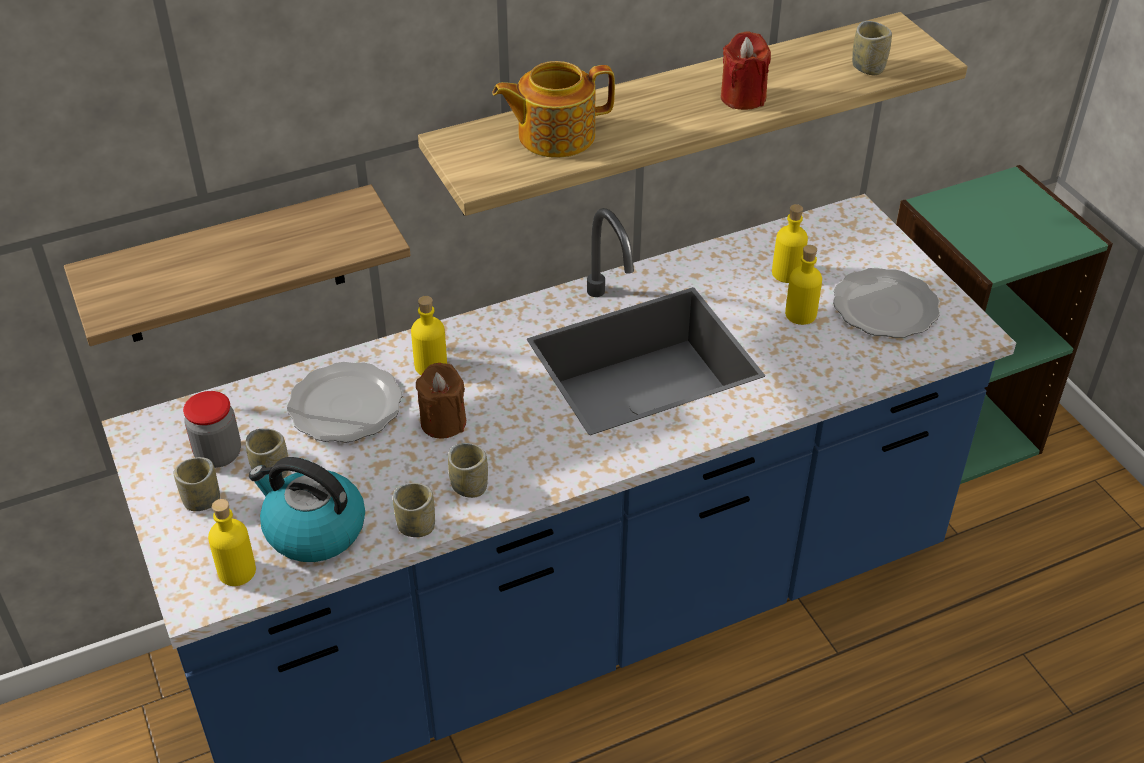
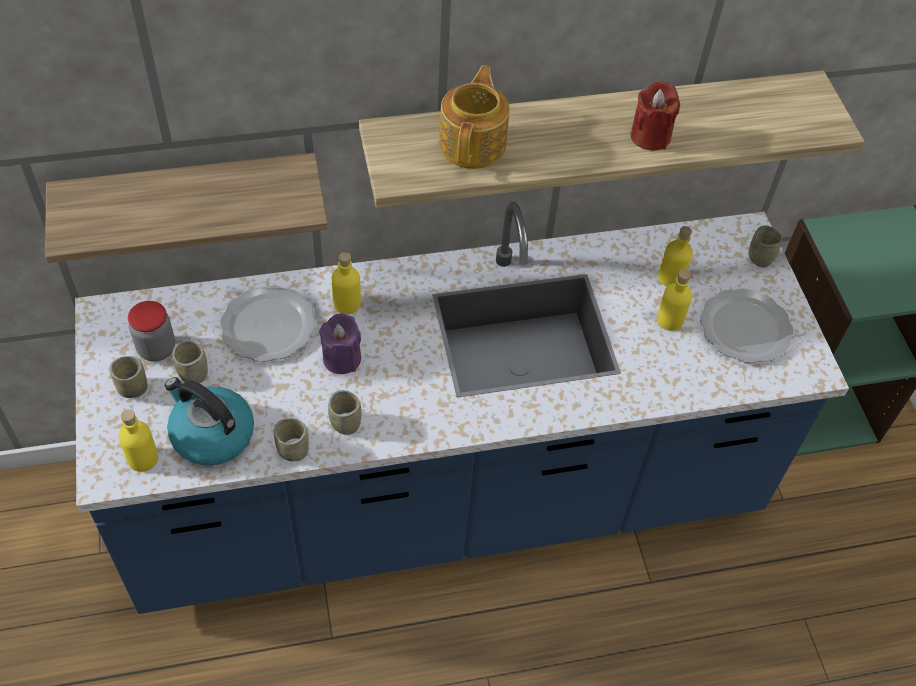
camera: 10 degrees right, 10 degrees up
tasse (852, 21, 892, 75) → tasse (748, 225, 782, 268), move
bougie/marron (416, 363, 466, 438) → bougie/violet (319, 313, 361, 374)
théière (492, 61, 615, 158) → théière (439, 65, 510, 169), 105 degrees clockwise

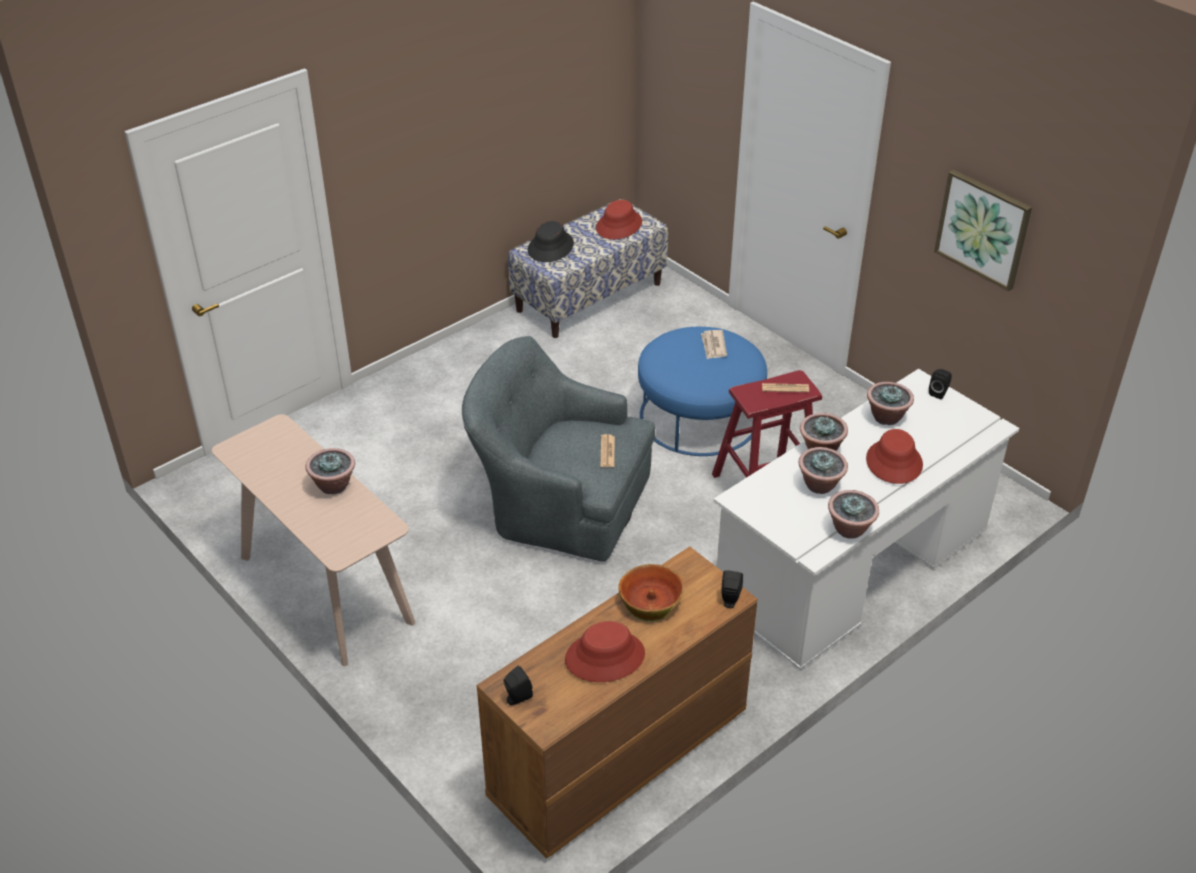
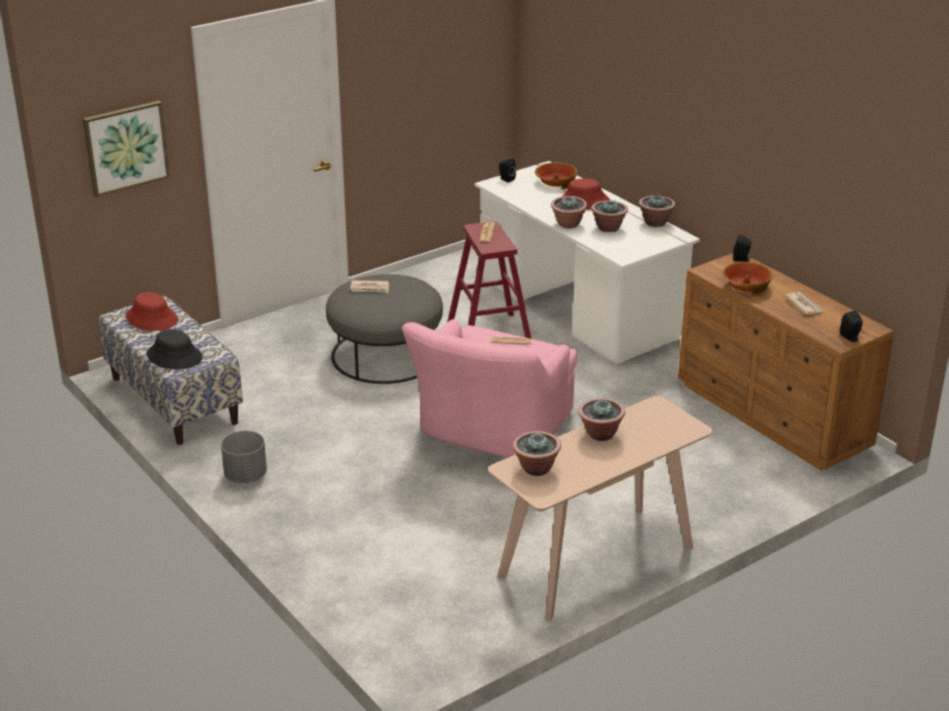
camera: 85 degrees left, 10 degrees down
- → cache-pot/gris (221, 431, 267, 483)
- → bol (535, 162, 577, 189)
plante en pot (867, 382, 914, 425) → plante en pot (513, 431, 561, 476), move
tableau (934, 170, 1032, 291) → tableau (83, 101, 170, 197), move
chapeau/rouge (565, 621, 645, 682) → journal (785, 292, 825, 315)
fauteuil/gris (462, 336, 655, 562) → fauteuil/rose (402, 319, 577, 457)
pouf/bleu (638, 327, 767, 456) → pouf/gris (326, 274, 443, 384)

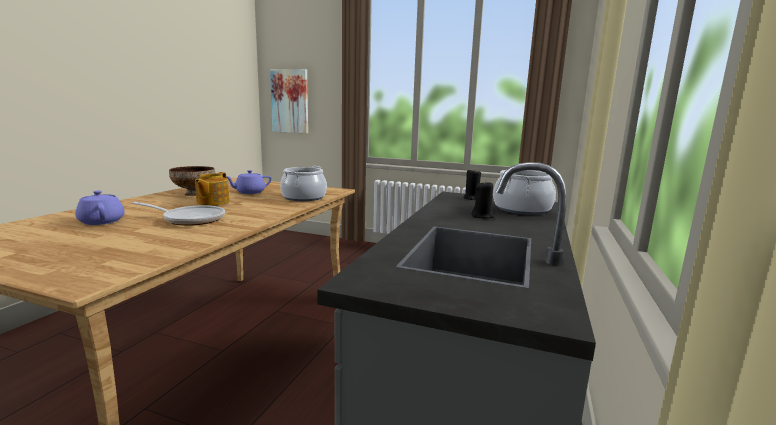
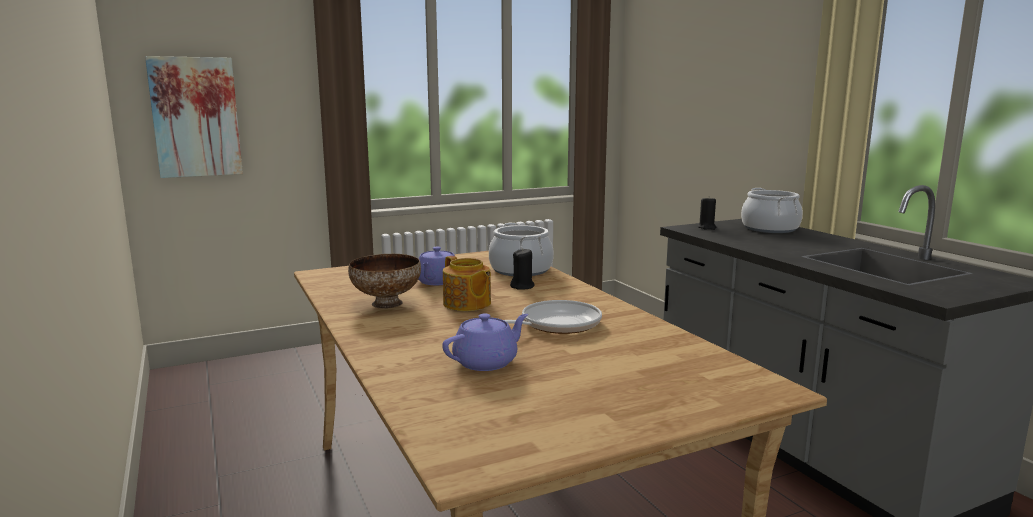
camera: 45 degrees left, 0 degrees up
bougie/noir (472, 181, 494, 218) → bougie/noir (510, 248, 535, 290), move
théière/violet (75, 191, 125, 225) → théière/violet (442, 314, 528, 371), 135 degrees clockwise

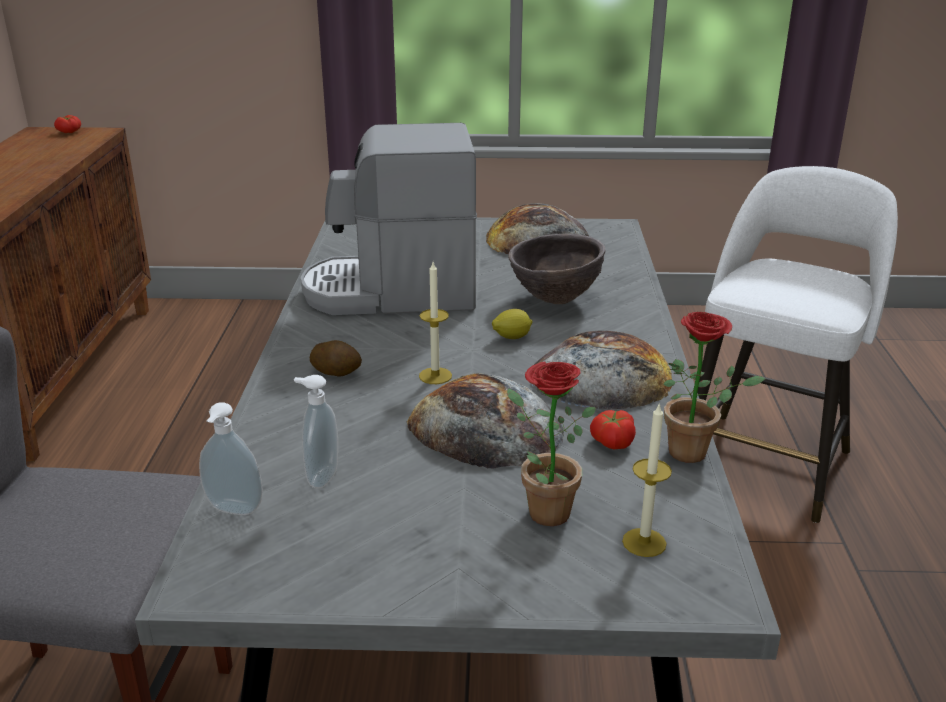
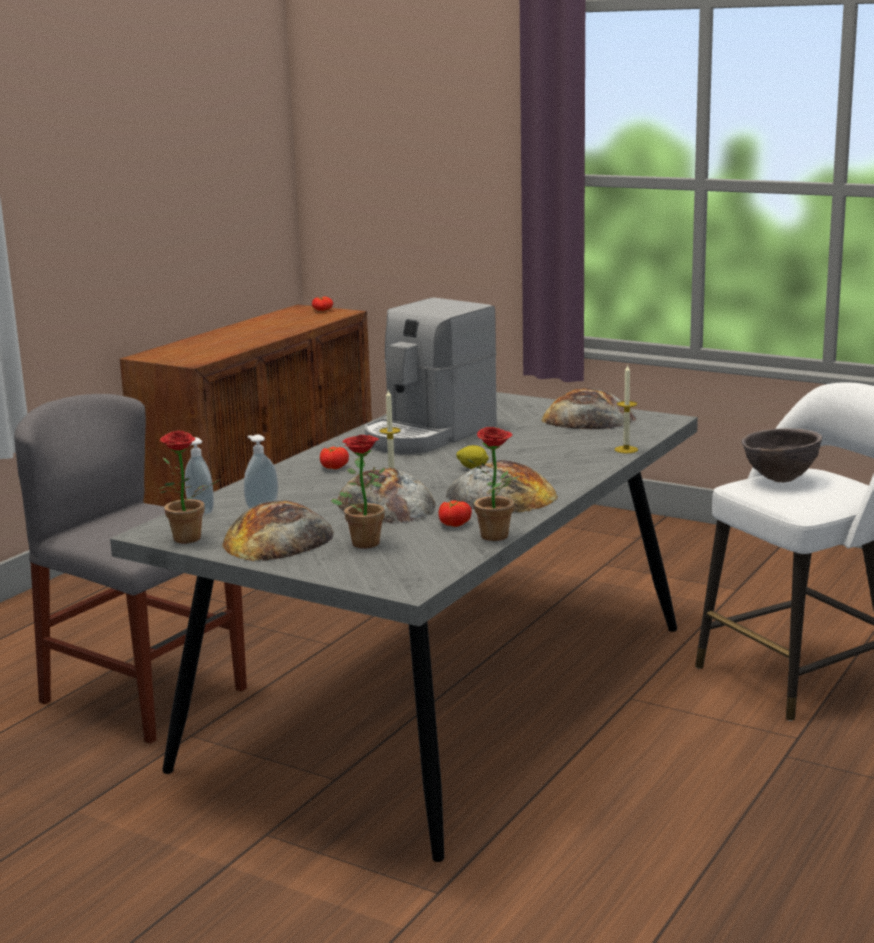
camera: 30 degrees right, 10 degrees down
- → plante en pot (158, 430, 221, 543)
- → pain (222, 500, 334, 561)
bol/marron (508, 233, 605, 304) → bol/marron (741, 428, 822, 483), move
bougie (622, 402, 672, 557) → bougie (615, 364, 638, 453), move
pomme de terre (310, 340, 362, 377) → tomate (320, 447, 349, 469)
machine à café (301, 123, 477, 315) → machine à café (365, 297, 497, 454), 75 degrees counterclockwise

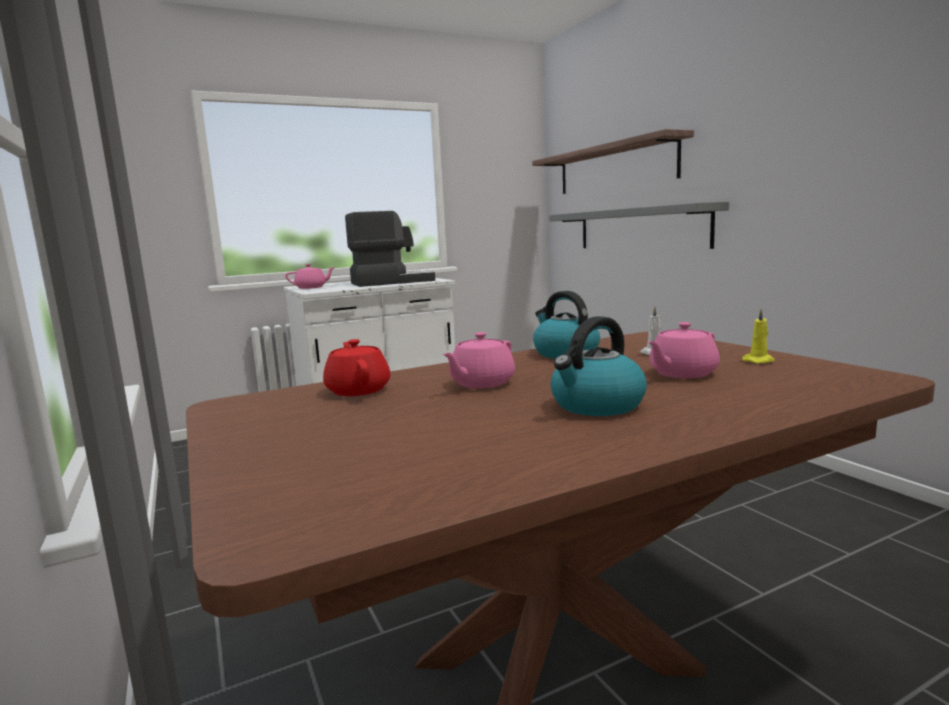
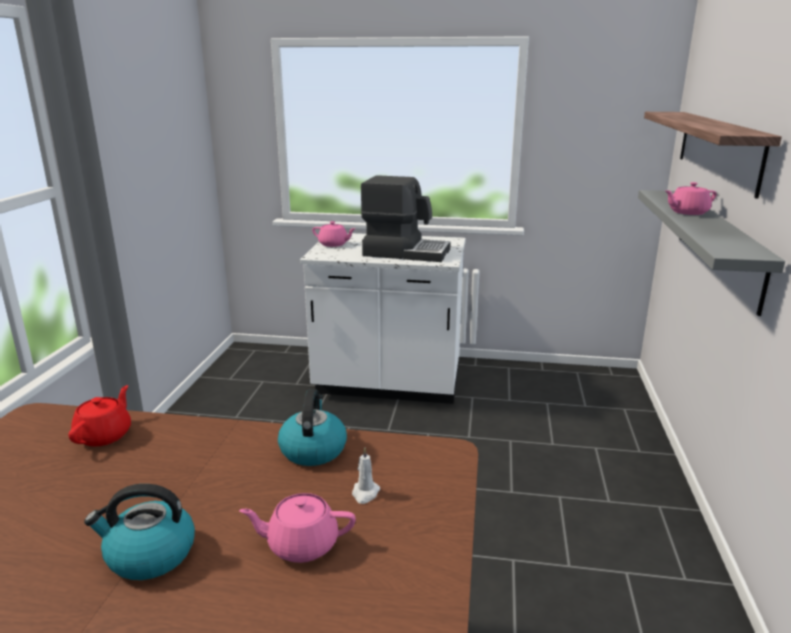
camera: 35 degrees right, 10 degrees up
bougie/jaune (742, 308, 775, 364) → -
théière/rose (443, 332, 515, 388) → théière/rose (665, 182, 717, 215), move

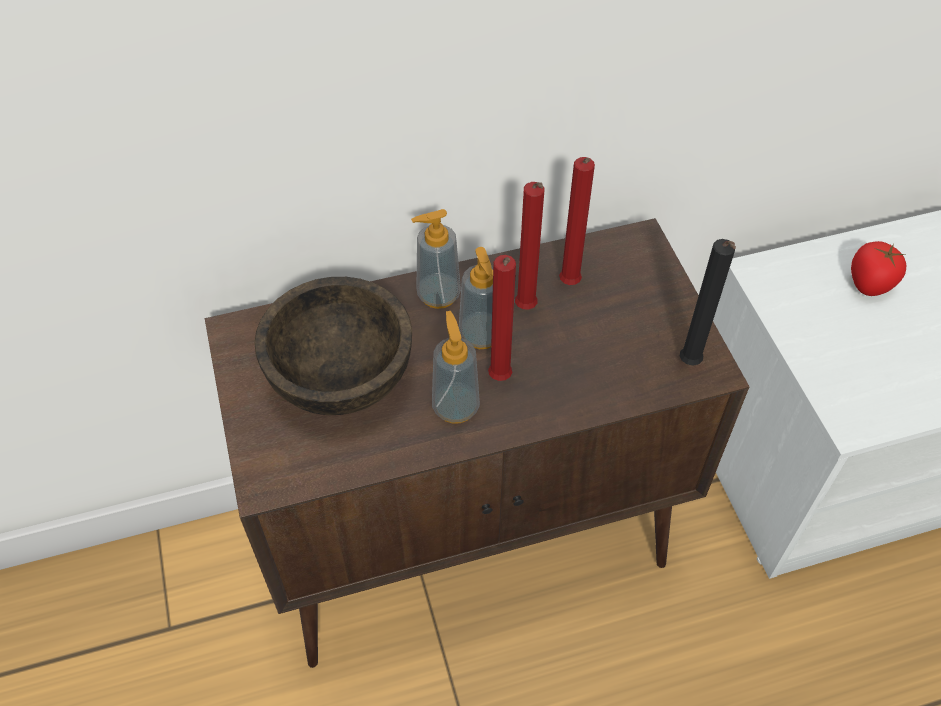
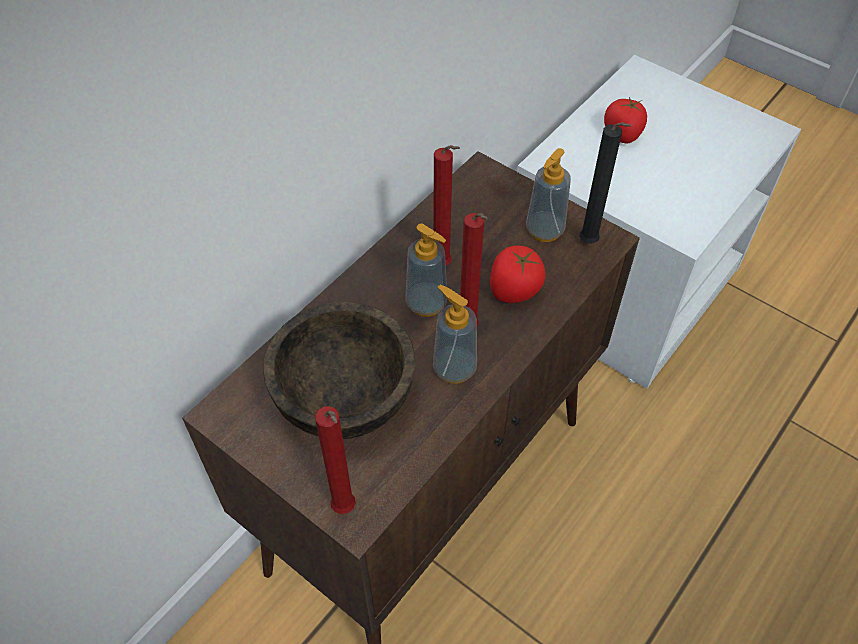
camera: 35 degrees left, 0 degrees up
- → tomate (490, 246, 546, 303)
distributeur de savon (411, 209, 461, 309) → distributeur de savon (526, 148, 571, 242), move
bougie/rouge (559, 157, 595, 285) → bougie/rouge (315, 406, 356, 514), move

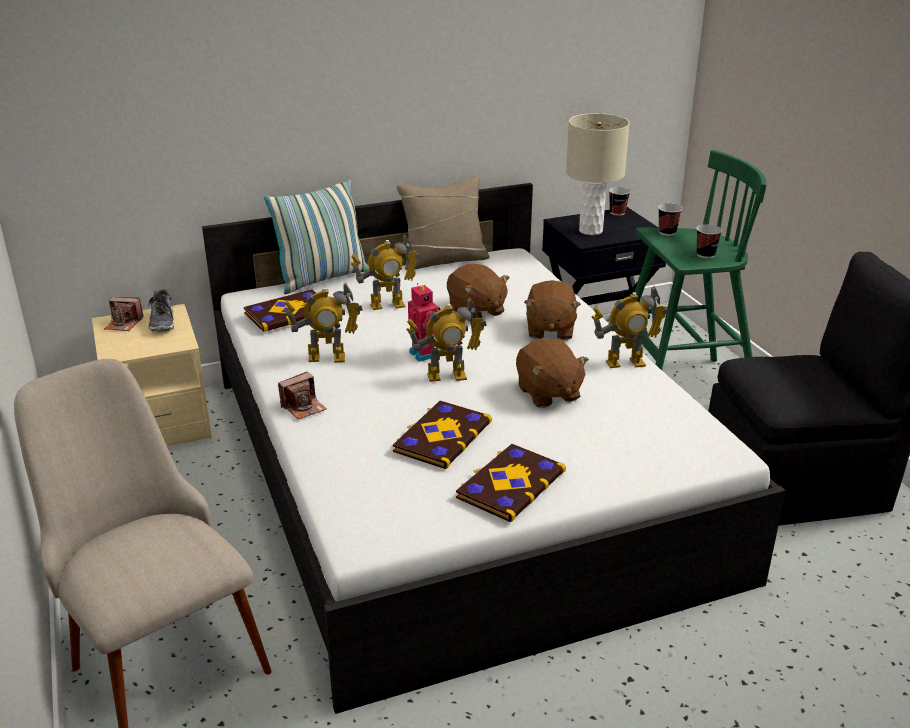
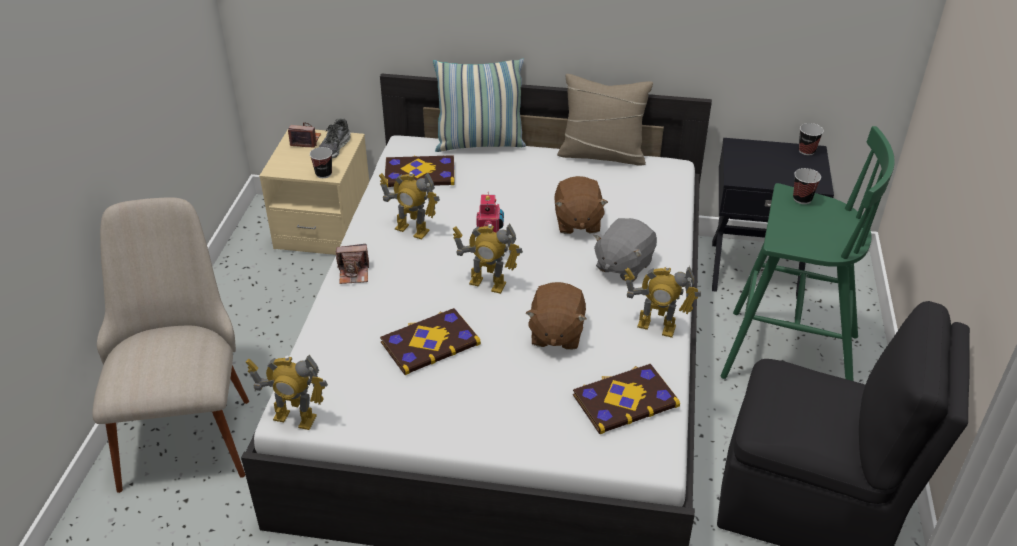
camera: 30 degrees right, 10 degrees up
lampe de table/beige (566, 113, 630, 235) → -
robot jouet (351, 234, 420, 310) → robot jouet (246, 355, 328, 430), move
livre (456, 444, 566, 522) → livre (573, 364, 680, 434), move
tasse (696, 224, 722, 259) → tasse (310, 147, 332, 178), move
peluche/marron (524, 280, 581, 340) → peluche/gris (593, 218, 657, 282)
appareil photo (104, 297, 144, 331) → appareil photo (288, 122, 321, 148), 150 degrees clockwise

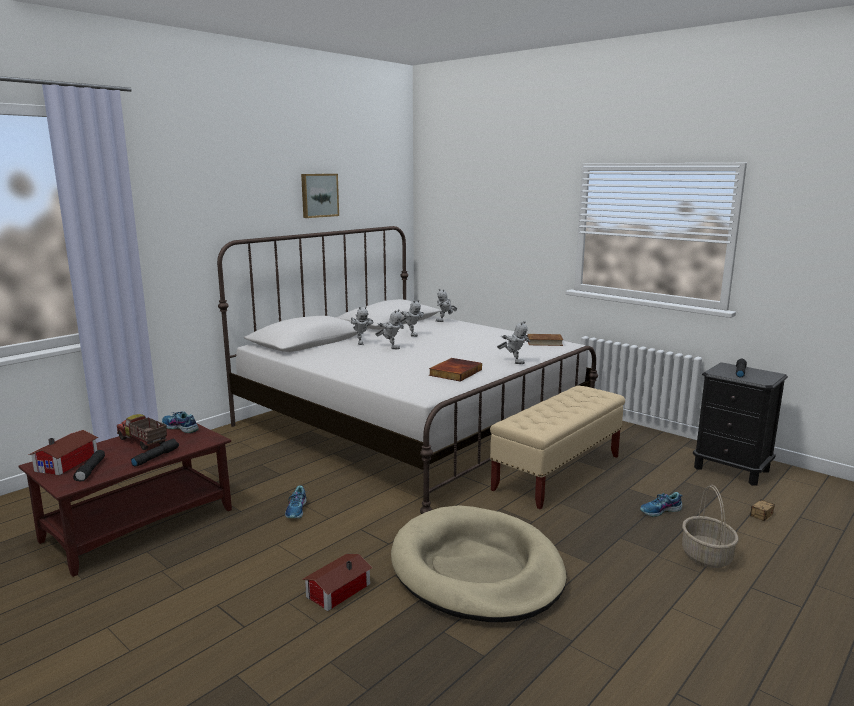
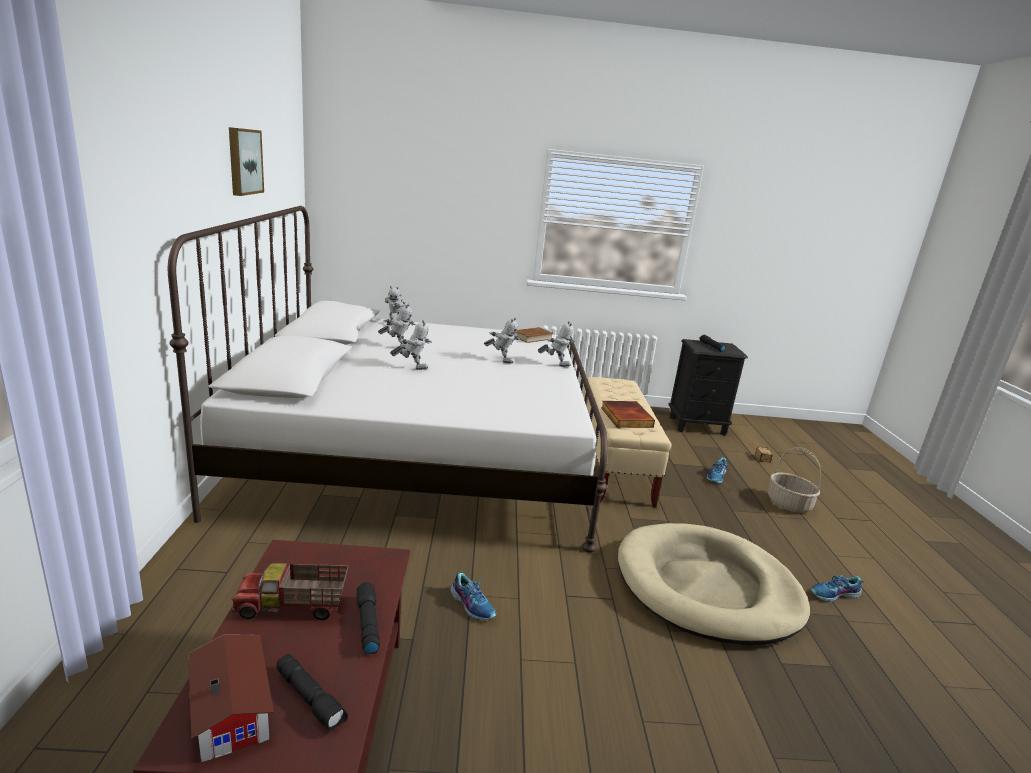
camera: 45 degrees left, 5 degrees up
maison miniature (302, 554, 373, 611) → -
chaussure (162, 412, 199, 433) → chaussure (811, 575, 864, 602), move
robot jouet (351, 306, 374, 345) → robot jouet (484, 318, 520, 363), move
livre (429, 358, 482, 382) → livre (601, 401, 655, 428), move

